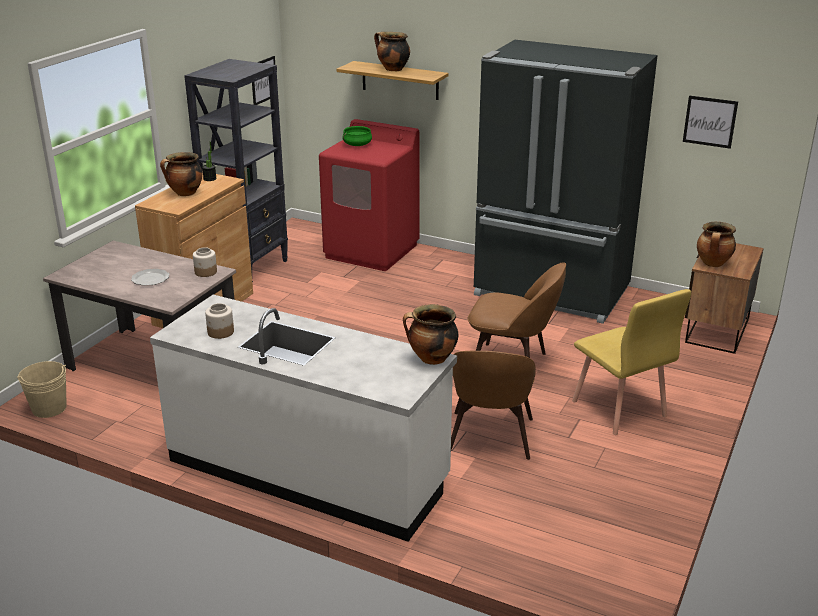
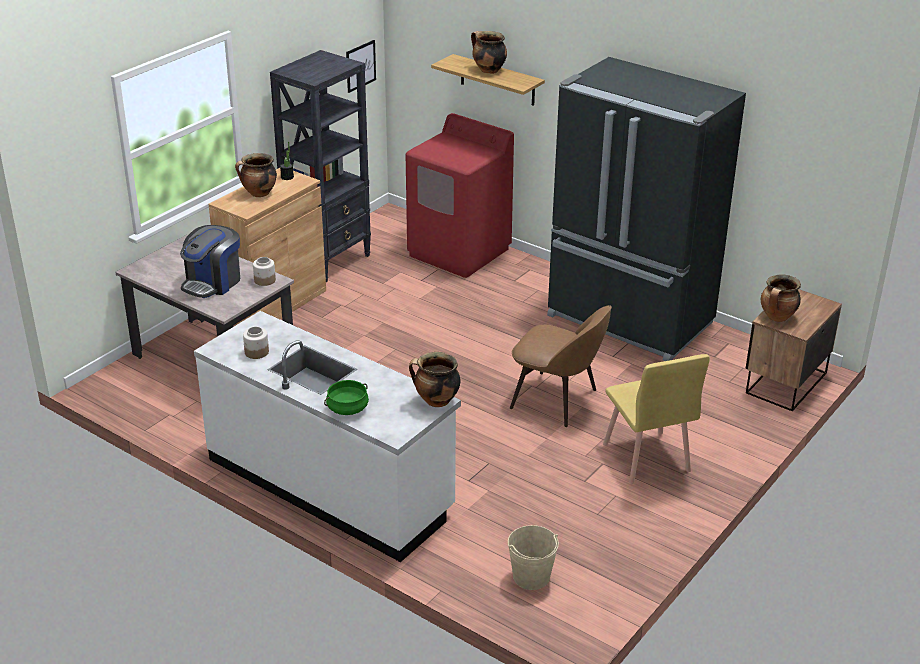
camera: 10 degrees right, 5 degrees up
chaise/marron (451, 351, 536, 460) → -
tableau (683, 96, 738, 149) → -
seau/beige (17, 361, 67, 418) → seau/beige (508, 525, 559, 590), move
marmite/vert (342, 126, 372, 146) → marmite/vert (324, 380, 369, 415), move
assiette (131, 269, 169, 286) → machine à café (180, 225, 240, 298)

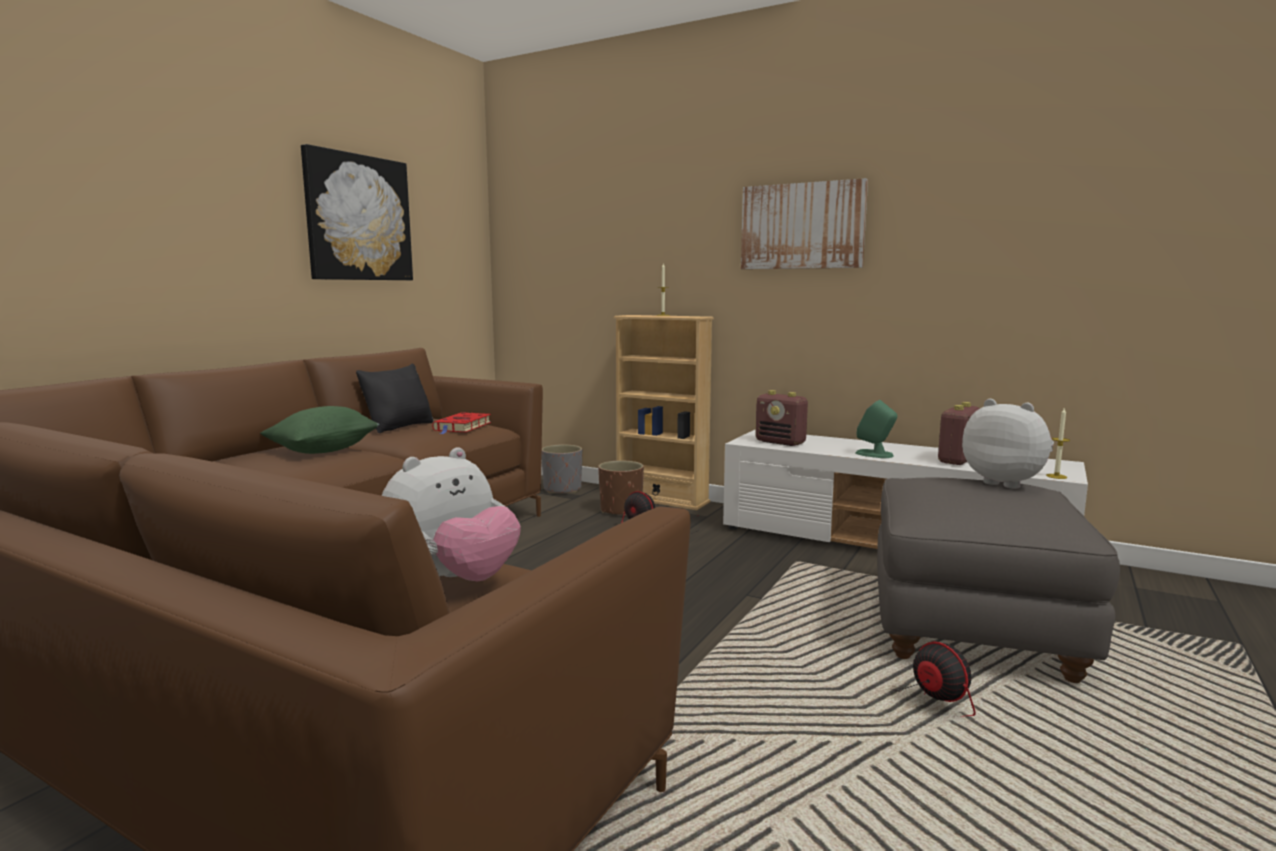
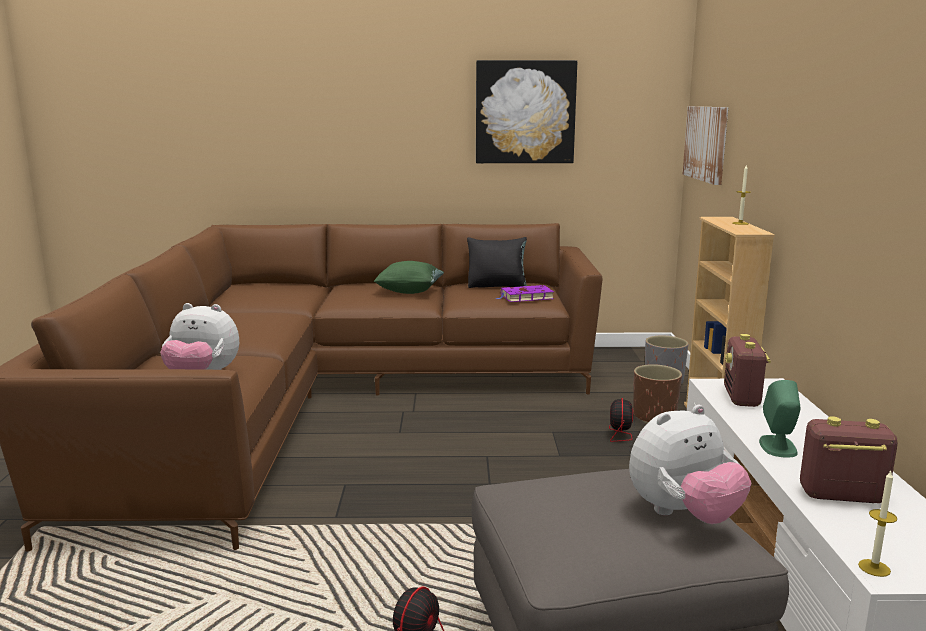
camera: 60 degrees right, 5 degrees up
tableau (741, 178, 868, 269) → tableau (683, 106, 728, 185), move
livre/rouge (432, 412, 491, 434) → livre/violet (496, 285, 554, 302)
peluche (962, 399, 1054, 489) → peluche (629, 405, 751, 524), 45 degrees clockwise

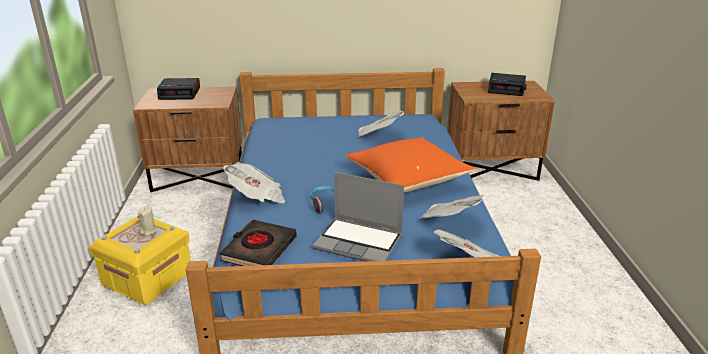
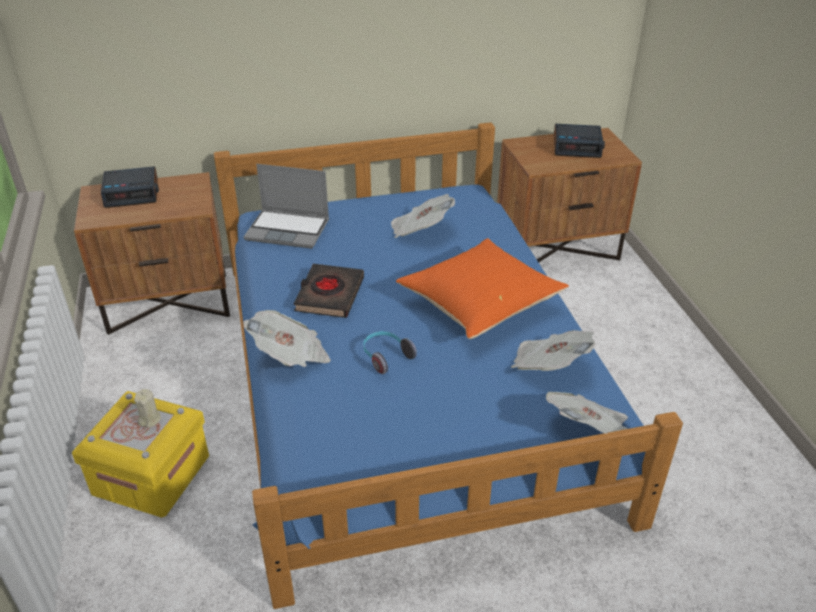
camera: 10 degrees left, 10 degrees up
livre/noir (219, 220, 297, 266) → livre/noir (294, 264, 364, 318), move
ordinateur portable (313, 172, 404, 261) → ordinateur portable (244, 164, 329, 249), move

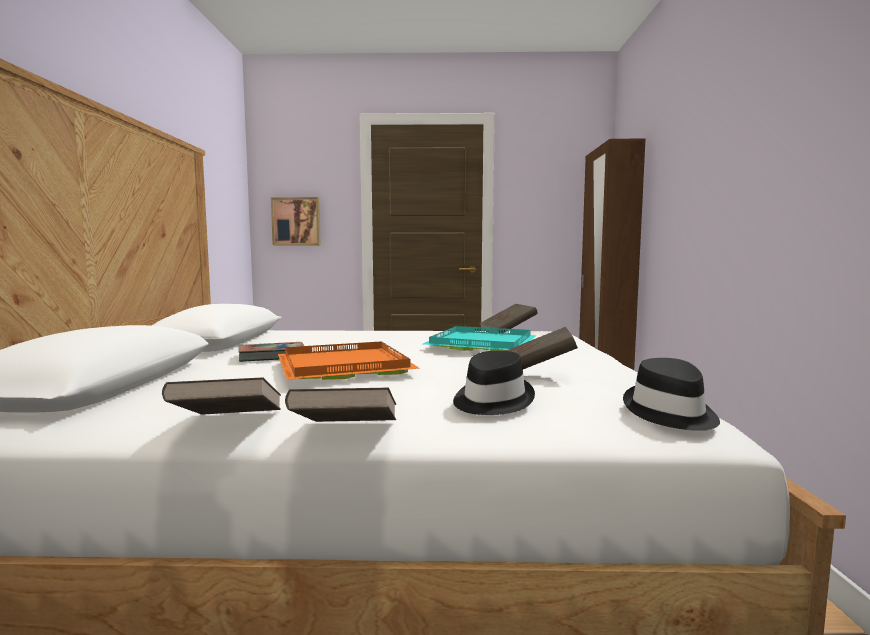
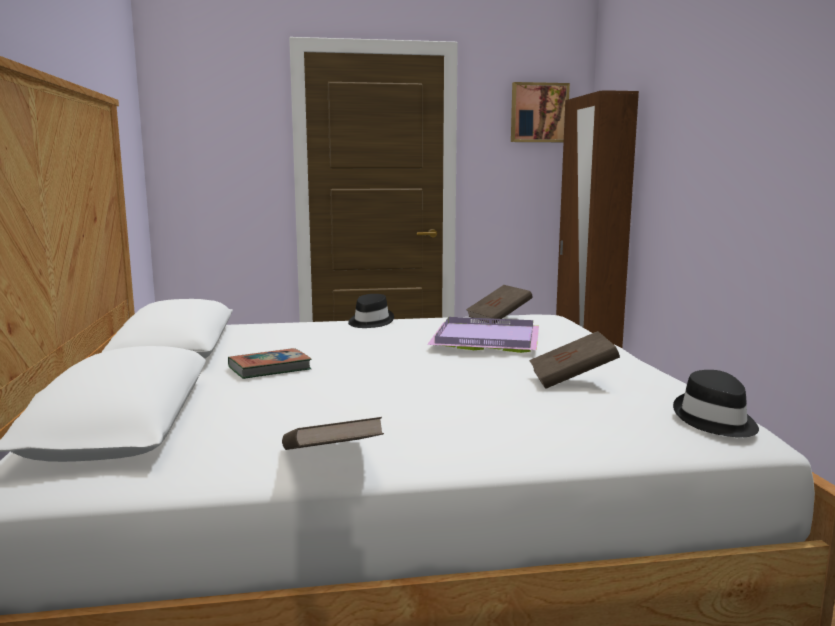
camera: 10 degrees left, 5 degrees up
plateau/orange (278, 341, 420, 380) → -
livre/marron (285, 388, 396, 422) → -
tableau (271, 197, 321, 245) → tableau (511, 82, 570, 142), move
chapeau/noir (453, 351, 535, 415) → chapeau/noir (348, 294, 394, 328), move
plateau/turquoise (423, 326, 537, 351) → plateau/violet (427, 317, 539, 353)

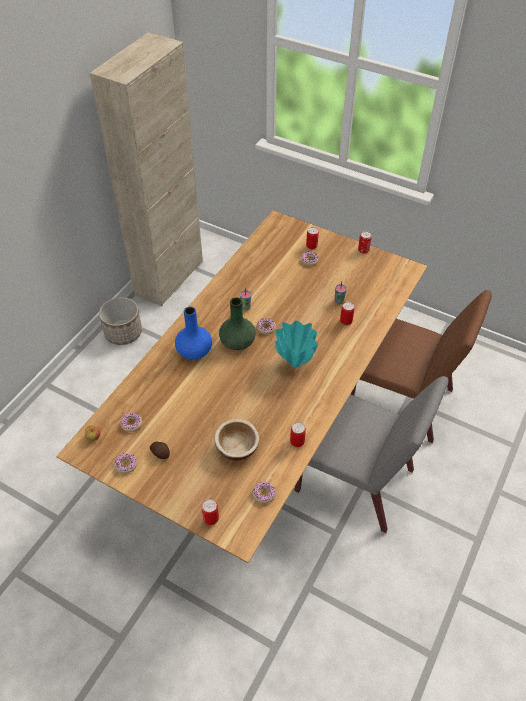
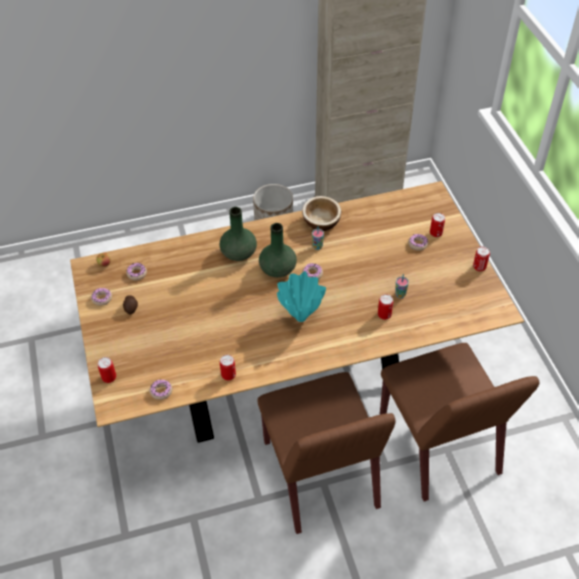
camera: 45 degrees right, 0 degrees up
bol (214, 419, 259, 461) → bol (302, 196, 341, 231), move
vase/bleu (175, 306, 212, 360) → vase/vert (220, 207, 257, 261)
chaise/gris (295, 376, 449, 533) → chaise/marron (258, 372, 396, 534)

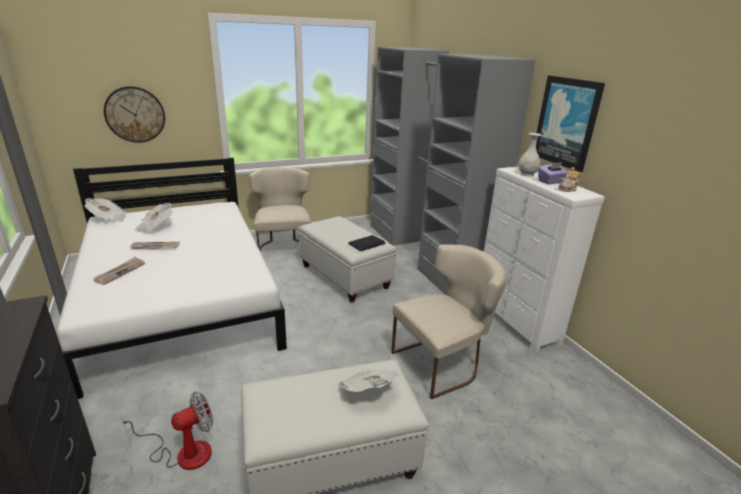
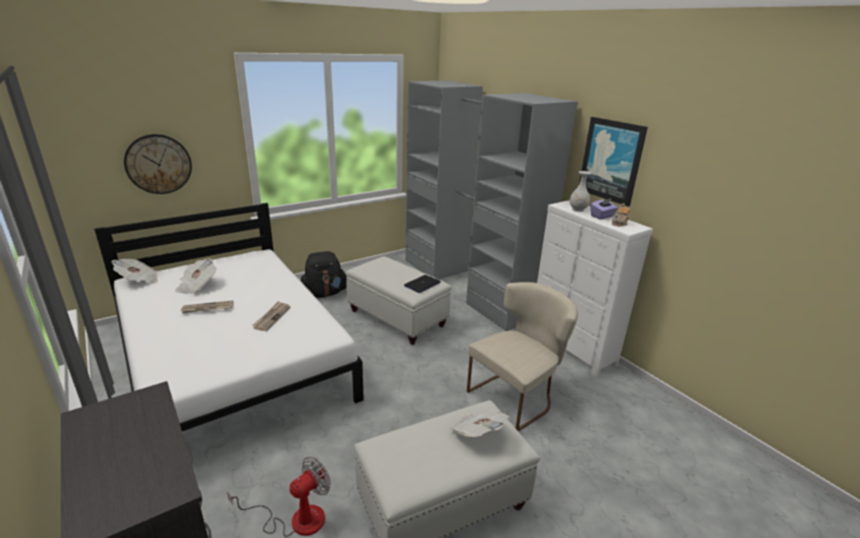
camera: 10 degrees left, 0 degrees up
journal (93, 256, 145, 285) → journal (252, 301, 291, 331), move
chaise/beige (249, 167, 311, 252) → sac à dos/noir (301, 251, 347, 298)

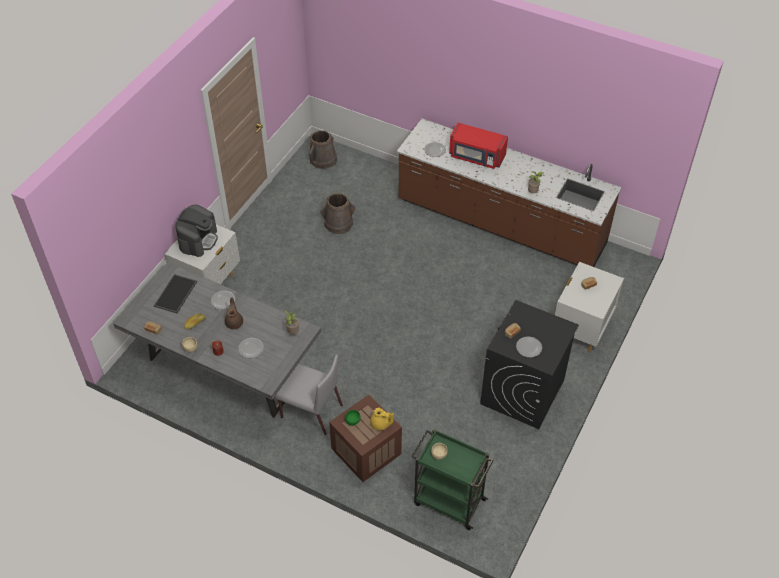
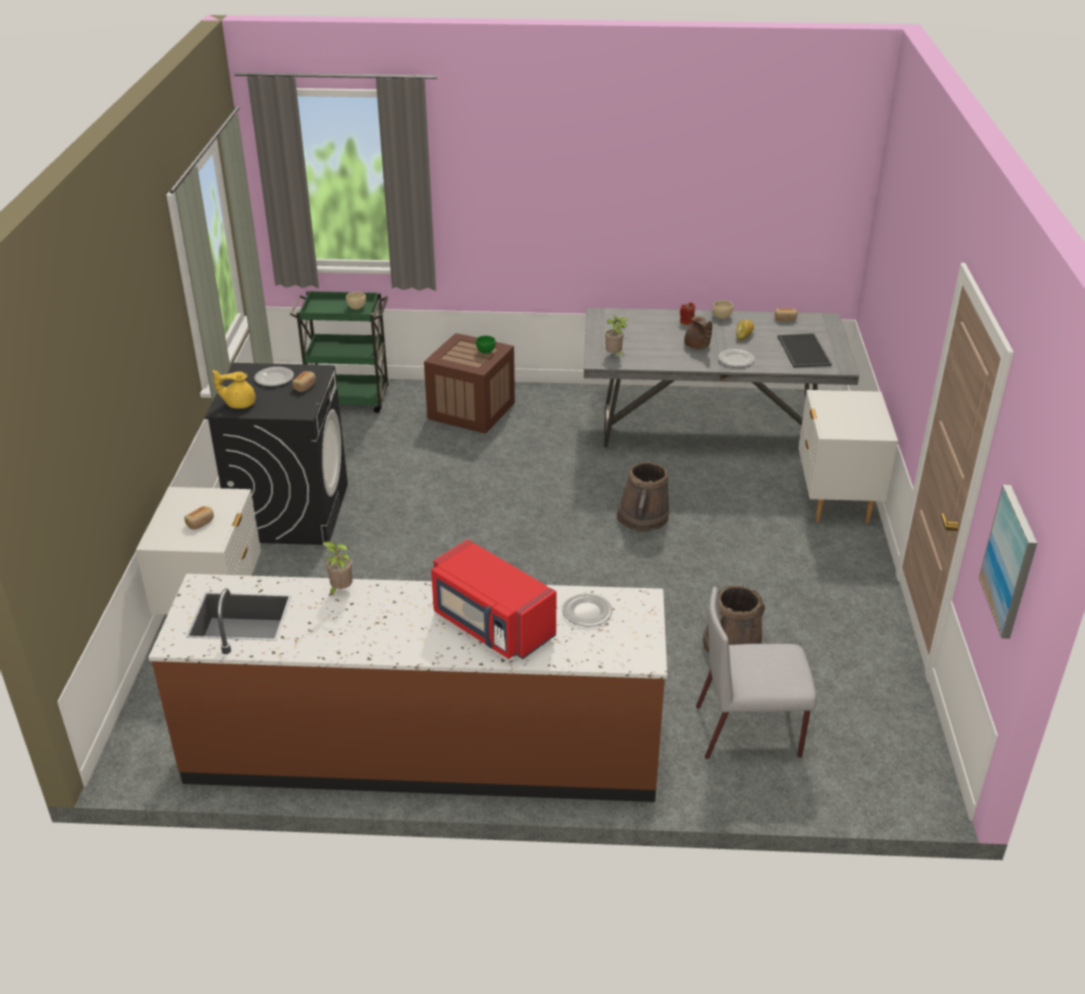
camera: 155 degrees right, 15 degrees down
machine à café (176, 205, 218, 257) → -
assiette (238, 338, 264, 358) → -
- → tableau (979, 485, 1037, 639)
chaise/gris (275, 355, 343, 435) → chaise/gris (696, 587, 817, 759), move
seau/marron (309, 130, 337, 169) → seau/marron (617, 462, 669, 532), move
théière/jaune (370, 408, 394, 431) → théière/jaune (212, 370, 256, 409), move
micro-ondes/rouge (449, 123, 508, 169) → micro-ondes/rouge (431, 539, 557, 659), 135 degrees counterclockwise

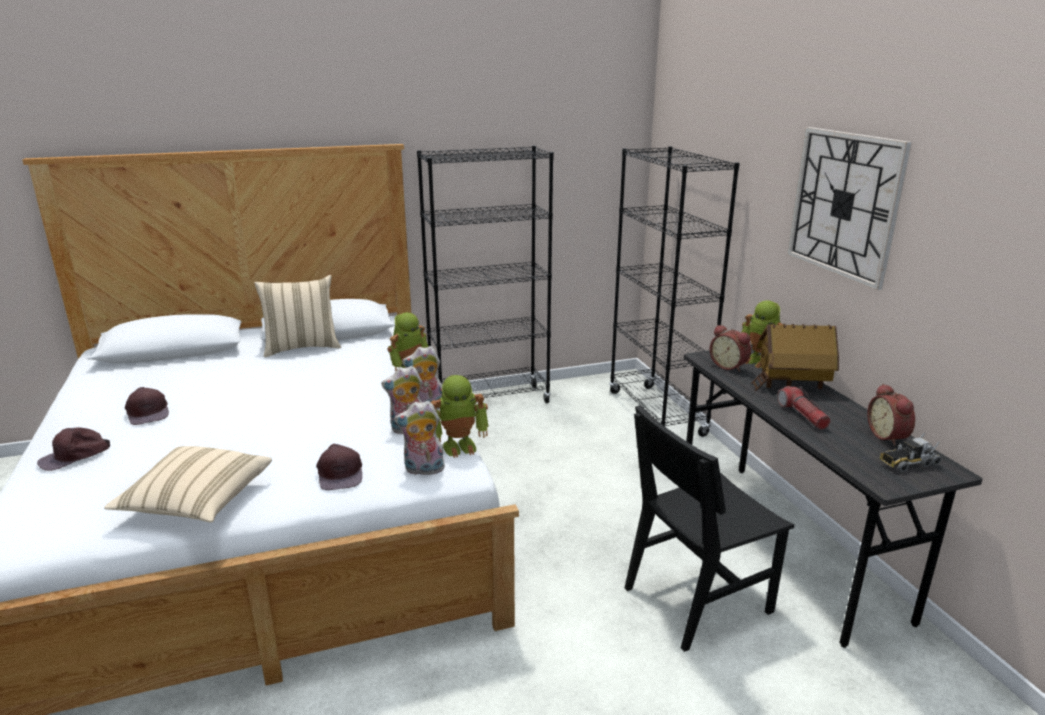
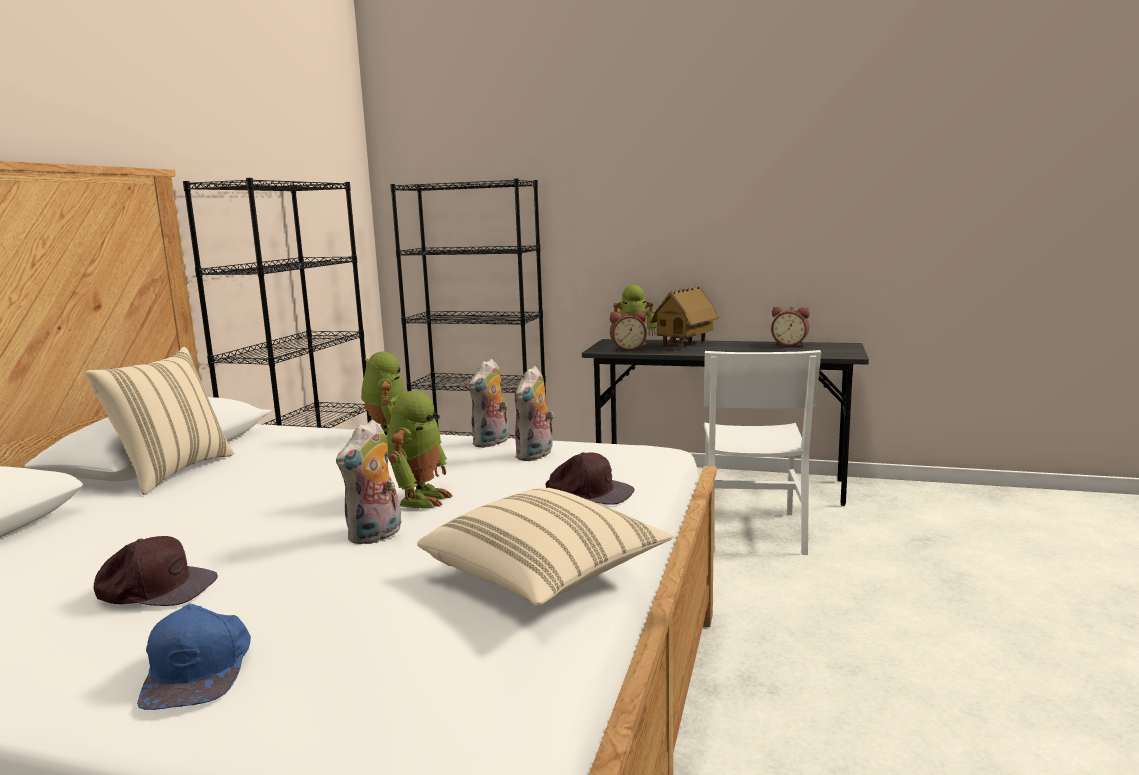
camera: 55 degrees left, 10 degrees down
lampe de poche (777, 386, 831, 430) → -
horloge murale (787, 127, 912, 290) → -
camion jouet (880, 433, 942, 472) → -
peluche (394, 401, 445, 475) → peluche (336, 420, 401, 544), move
robot jouet (431, 375, 489, 458) → robot jouet (387, 391, 452, 508), move
casquette/marron (37, 427, 110, 471) → casquette/bleu (137, 604, 251, 710)
chaise/noir (624, 405, 794, 652) → chaise/blanc (704, 350, 821, 555)

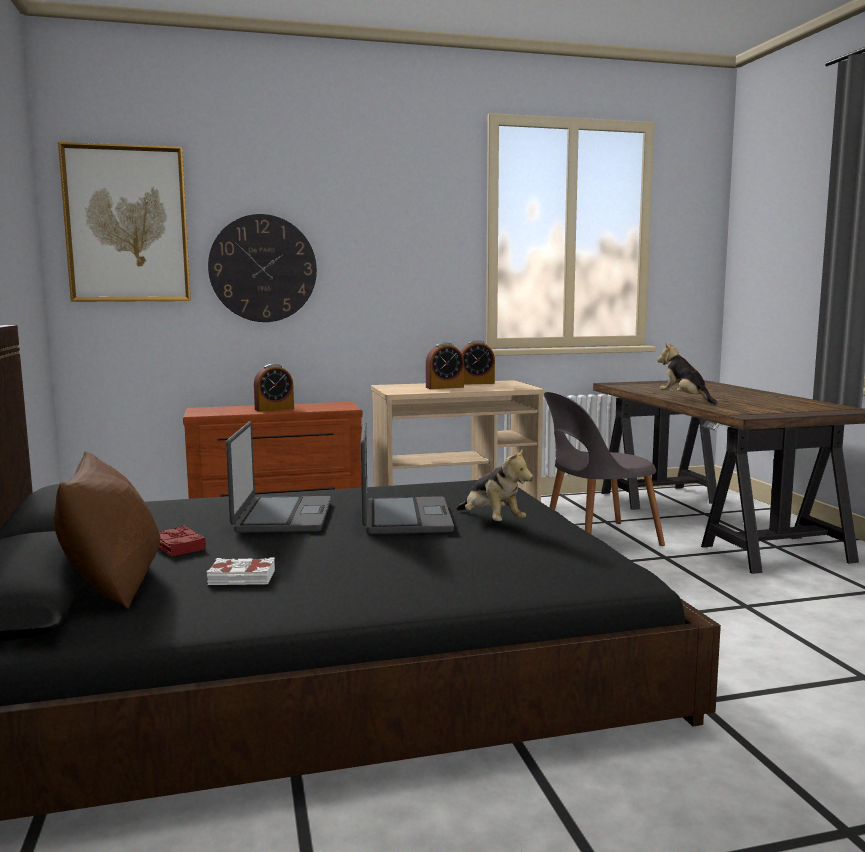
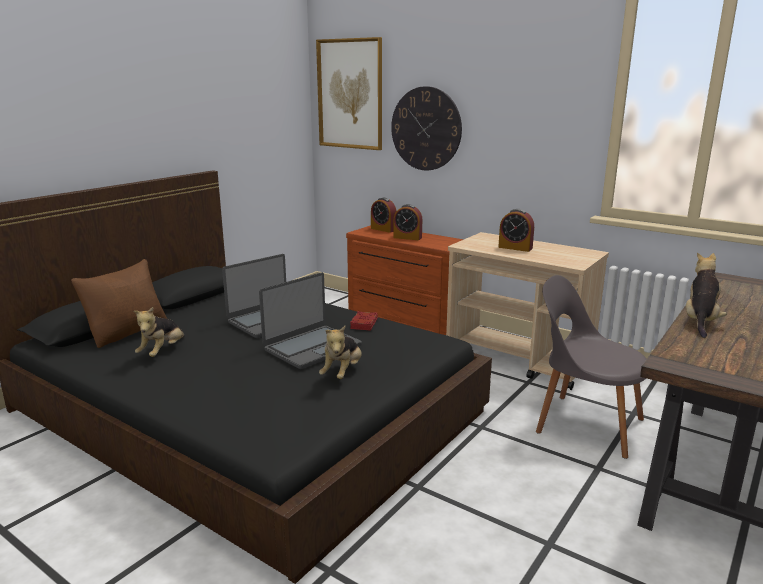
camera: 50 degrees right, 10 degrees up
livre/rouge (159, 525, 206, 557) → livre/rouge (350, 311, 378, 331), move
réveil (460, 340, 495, 385) → réveil (371, 198, 397, 233), move
livre/blanc (207, 557, 275, 585) → peluche (133, 307, 184, 357)

